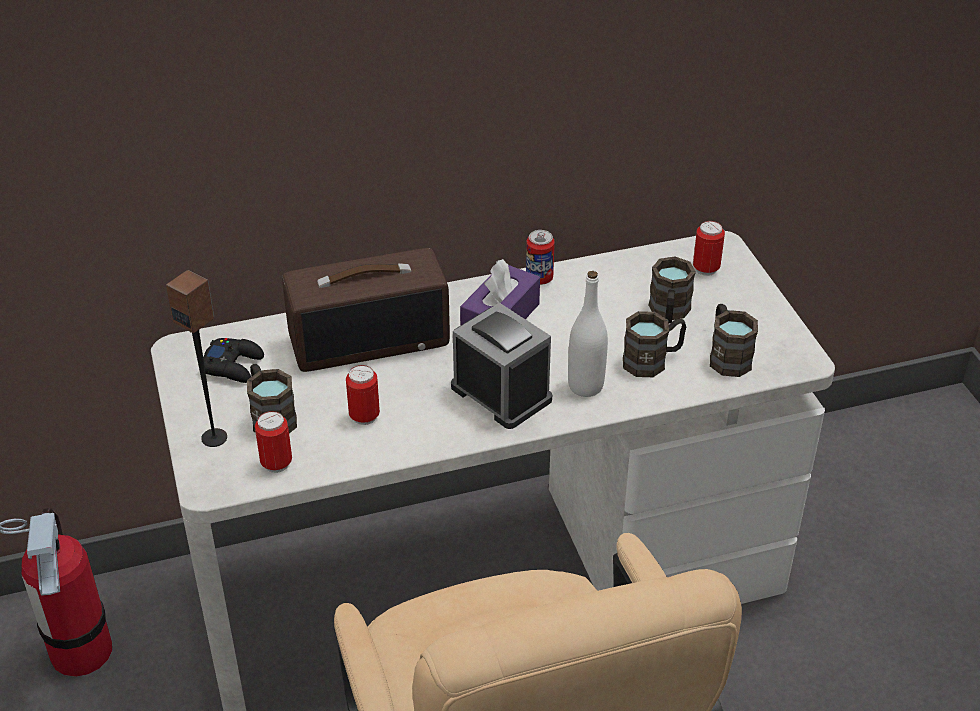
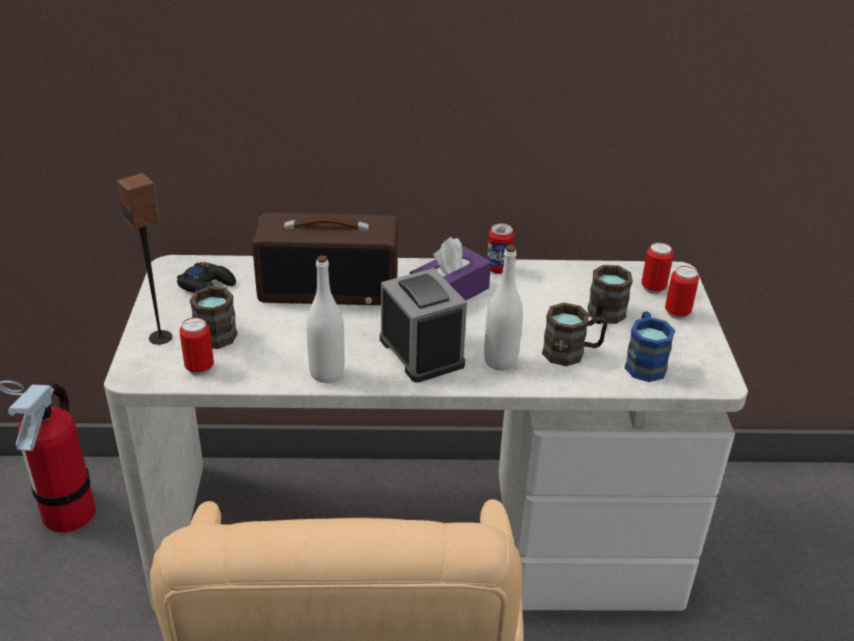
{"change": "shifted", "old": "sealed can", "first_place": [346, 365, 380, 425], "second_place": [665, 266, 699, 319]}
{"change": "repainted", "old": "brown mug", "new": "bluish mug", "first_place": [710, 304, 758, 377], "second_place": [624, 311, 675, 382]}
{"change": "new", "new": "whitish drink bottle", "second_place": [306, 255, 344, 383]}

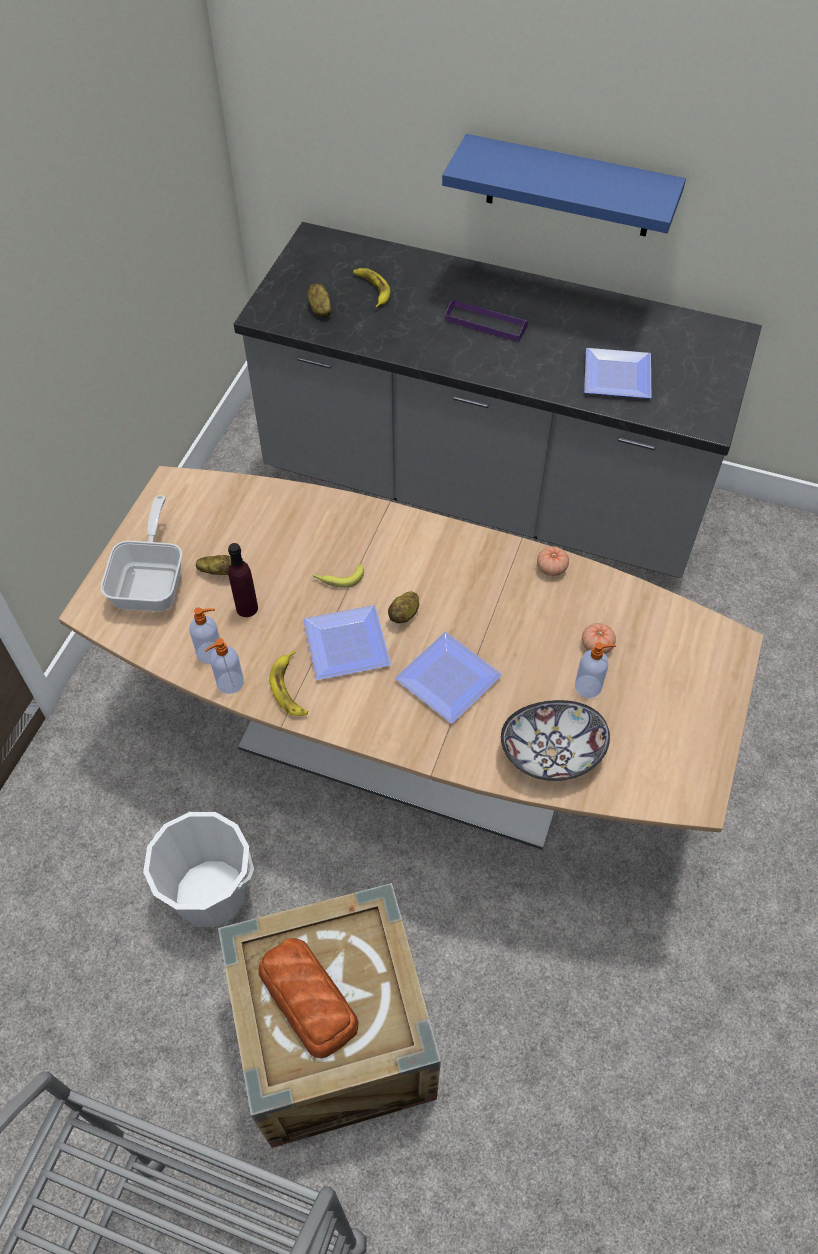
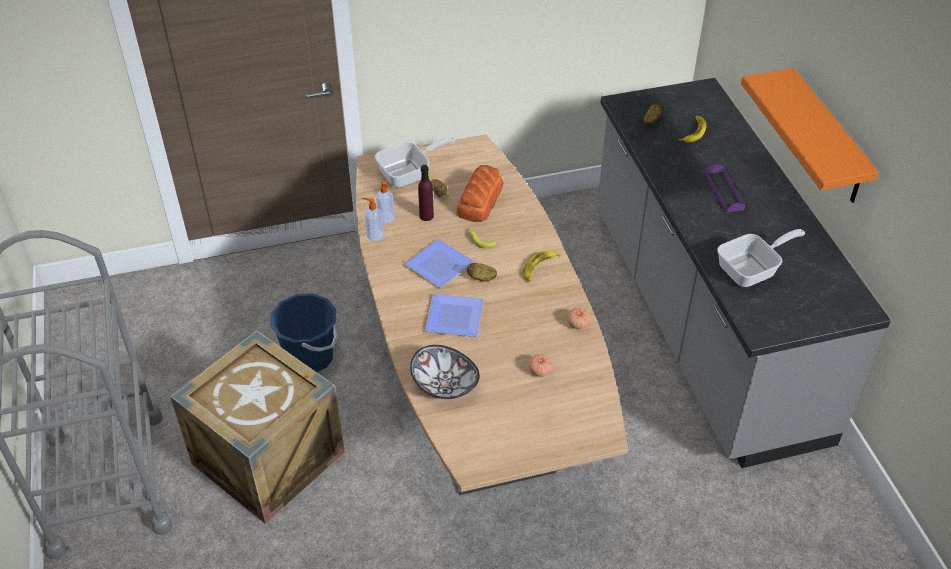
{"change": "repainted", "old": "whitish water bucket", "new": "bluish water bucket", "first_place": [143, 812, 254, 927], "second_place": [270, 294, 339, 372]}
{"change": "shifted", "old": "bakery bread", "first_place": [259, 938, 358, 1058], "second_place": [457, 165, 503, 222]}
{"change": "shifted", "old": "banana", "first_place": [269, 651, 308, 716], "second_place": [523, 251, 561, 282]}
{"change": "repainted", "old": "bluish shelf", "new": "orange-coloured shelf", "first_place": [442, 134, 686, 237], "second_place": [741, 68, 879, 203]}
{"change": "gone", "old": "soap bottle", "first_place": [575, 642, 616, 698]}
{"change": "swapped", "old": "flat dish", "new": "skillet", "first_place": [584, 348, 651, 398], "second_place": [717, 229, 805, 287]}

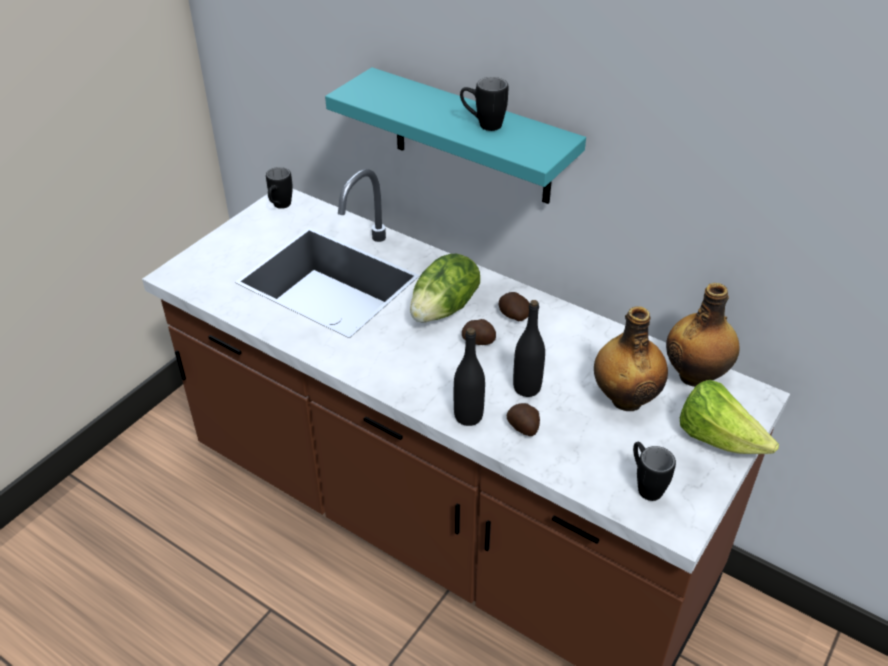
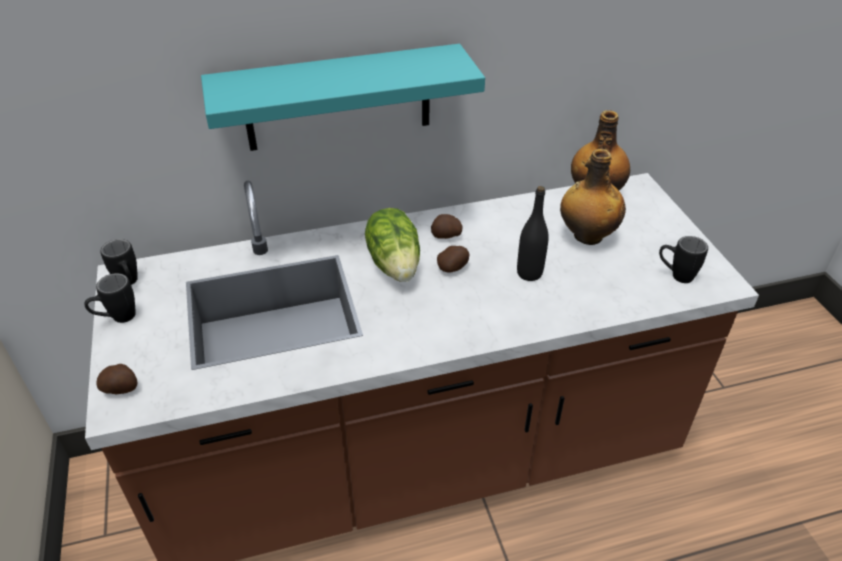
{"change": "gone", "old": "black drink bottle", "first_place": [454, 328, 485, 426]}
{"change": "shifted", "old": "black mug", "first_place": [460, 77, 508, 131], "second_place": [84, 273, 136, 323]}
{"change": "shifted", "old": "potato", "first_place": [507, 403, 540, 436], "second_place": [96, 364, 138, 394]}
{"change": "gone", "old": "head of lettuce", "first_place": [680, 380, 779, 454]}

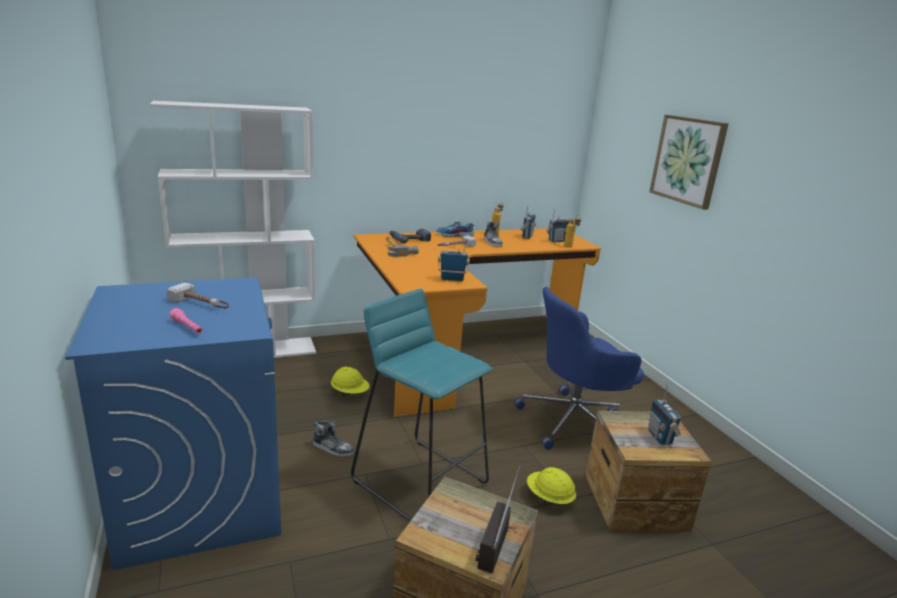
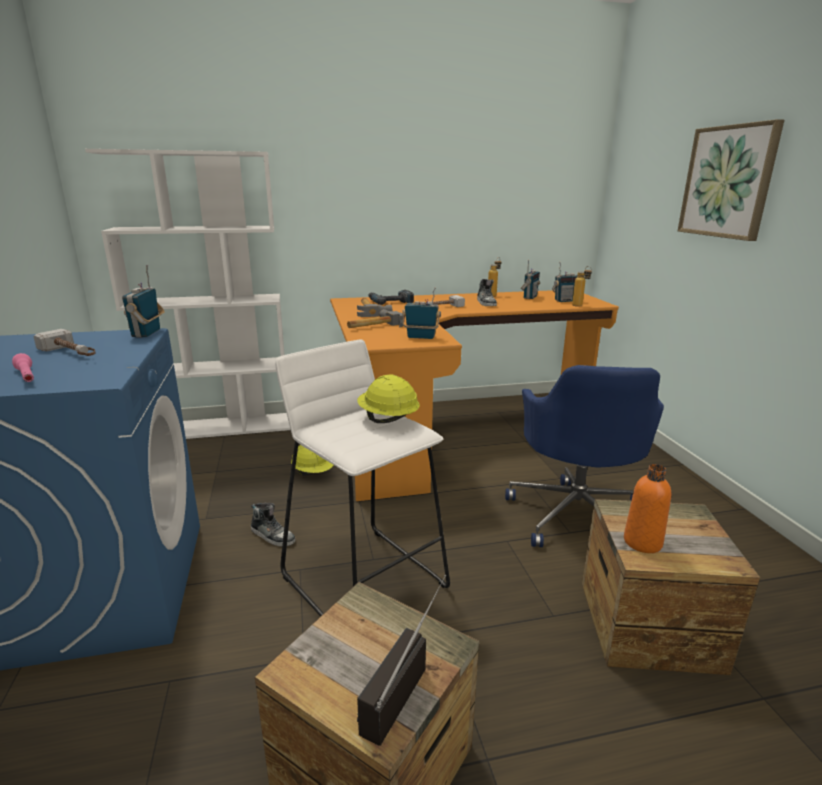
{"change": "repainted", "old": "turquoise stool", "new": "whitish stool", "first_place": [351, 289, 493, 521], "second_place": [275, 340, 450, 617]}
{"change": "gone", "old": "item of footwear", "first_place": [436, 221, 474, 237]}
{"change": "rotated", "old": "bluish computer chair", "first_place": [514, 287, 644, 450], "second_place": [505, 365, 664, 547], "degrees": -75}
{"change": "shifted", "old": "yellow hard hat", "first_place": [527, 467, 576, 505], "second_place": [357, 375, 420, 423]}
{"change": "shifted", "old": "radio set", "first_place": [648, 384, 681, 445], "second_place": [122, 265, 164, 337]}
{"change": "new", "new": "tool hammer", "second_place": [347, 309, 404, 328]}
{"change": "new", "new": "orange-coloured drink bottle", "second_place": [624, 464, 671, 553]}

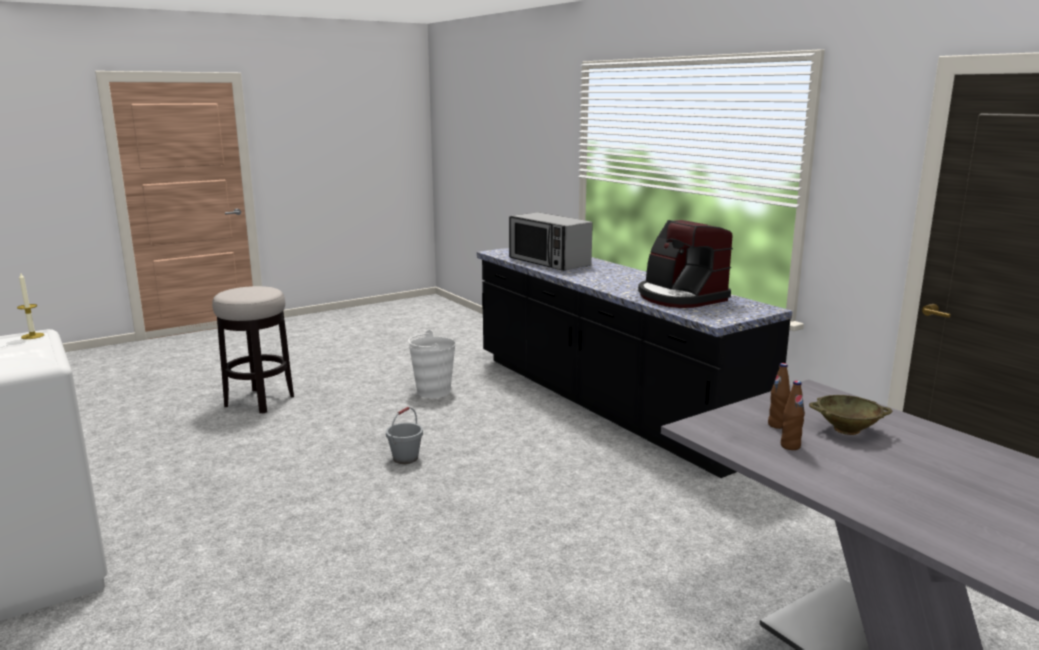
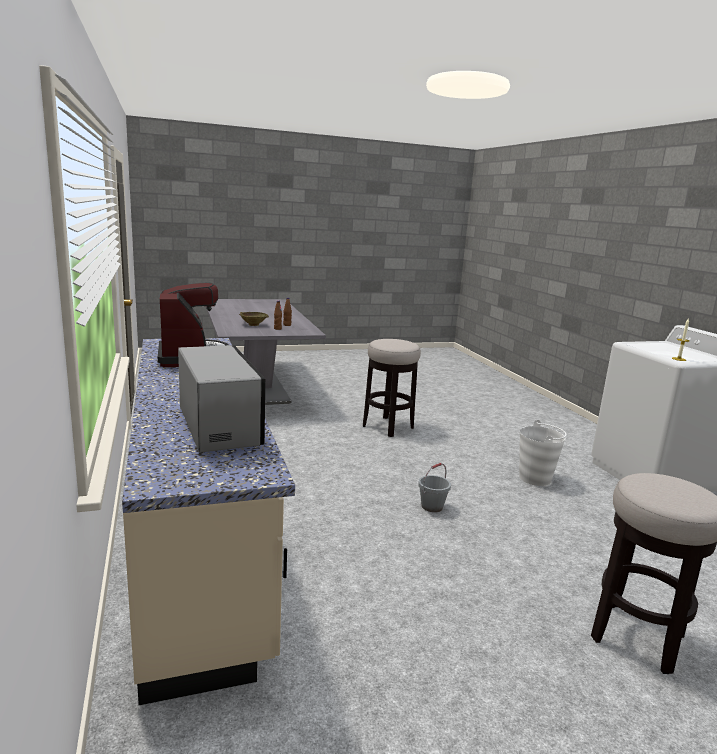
{"change": "shifted", "old": "whitish water bucket", "first_place": [408, 330, 455, 398], "second_place": [519, 420, 567, 486]}
{"change": "repainted", "old": "black kitchen base unit", "new": "sand-coloured kitchen base unit", "first_place": [477, 248, 793, 478], "second_place": [122, 338, 295, 705]}
{"change": "new", "new": "stool", "second_place": [363, 339, 421, 437]}

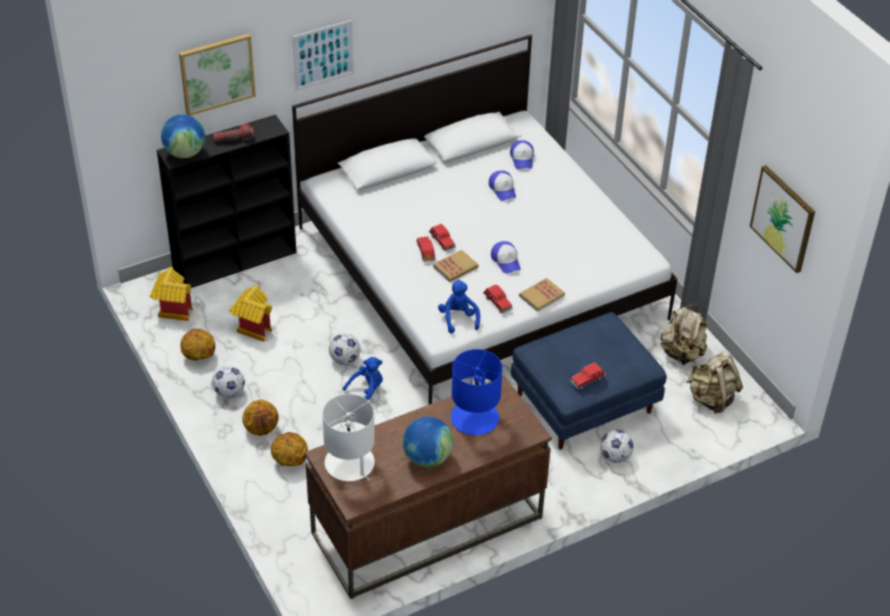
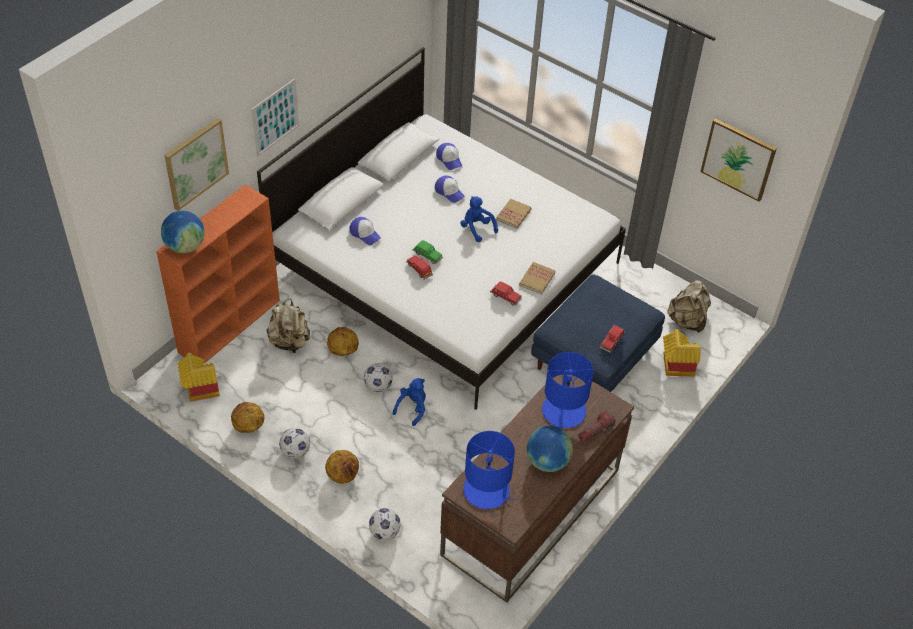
{"change": "repainted", "old": "black bookcase", "new": "orange-coloured bookcase", "first_place": [157, 115, 297, 288], "second_place": [156, 184, 280, 364]}
{"change": "shifted", "old": "hand torch", "first_place": [213, 123, 254, 142], "second_place": [578, 411, 616, 442]}
{"change": "shifted", "old": "toy house", "first_place": [229, 285, 272, 342], "second_place": [663, 329, 701, 377]}
{"change": "shifted", "old": "basketball ball", "first_place": [271, 432, 308, 466], "second_place": [327, 327, 358, 356]}
{"change": "repainted", "old": "whitish tabletop lamp", "new": "bluish tabletop lamp", "first_place": [322, 394, 375, 481], "second_place": [463, 431, 515, 509]}
{"change": "repainted", "old": "reddish model car", "new": "green model car", "first_place": [429, 224, 456, 251], "second_place": [412, 240, 443, 264]}
{"change": "shifted", "old": "book", "first_place": [433, 250, 478, 282], "second_place": [496, 199, 532, 229]}
{"change": "shifted", "old": "bluish cuddly toy", "first_place": [438, 280, 480, 334], "second_place": [460, 196, 498, 242]}
{"change": "shifted", "old": "peaked cap", "first_place": [491, 241, 521, 274], "second_place": [349, 217, 381, 245]}
{"change": "shifted", "old": "football", "first_place": [600, 430, 633, 463], "second_place": [369, 508, 401, 540]}
{"change": "shifted", "old": "sand-coloured backpack", "first_place": [661, 304, 707, 365], "second_place": [267, 299, 310, 353]}

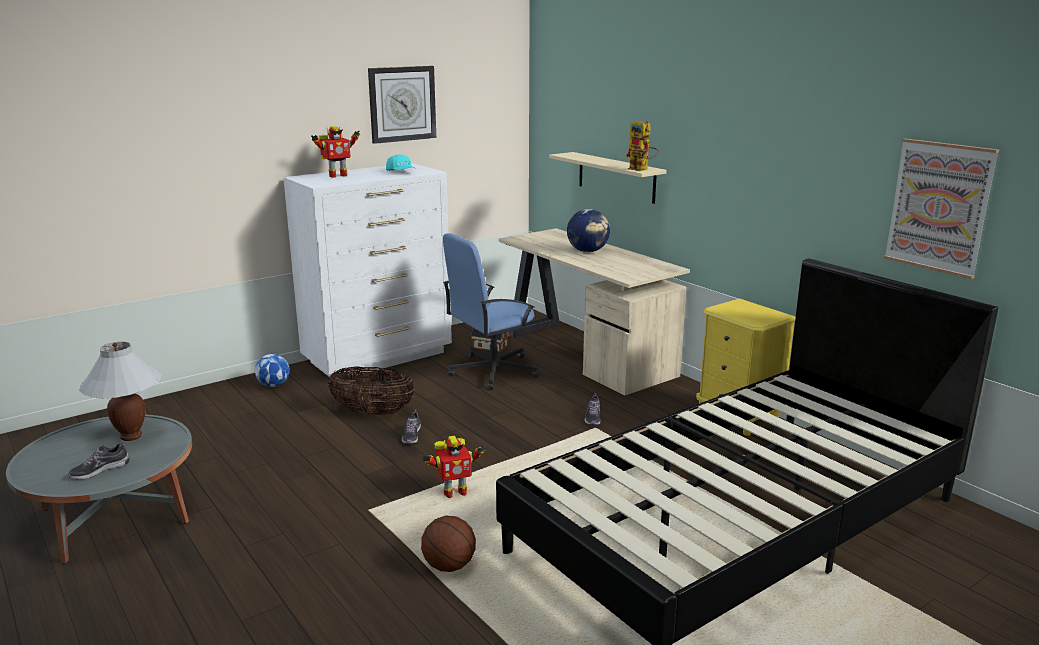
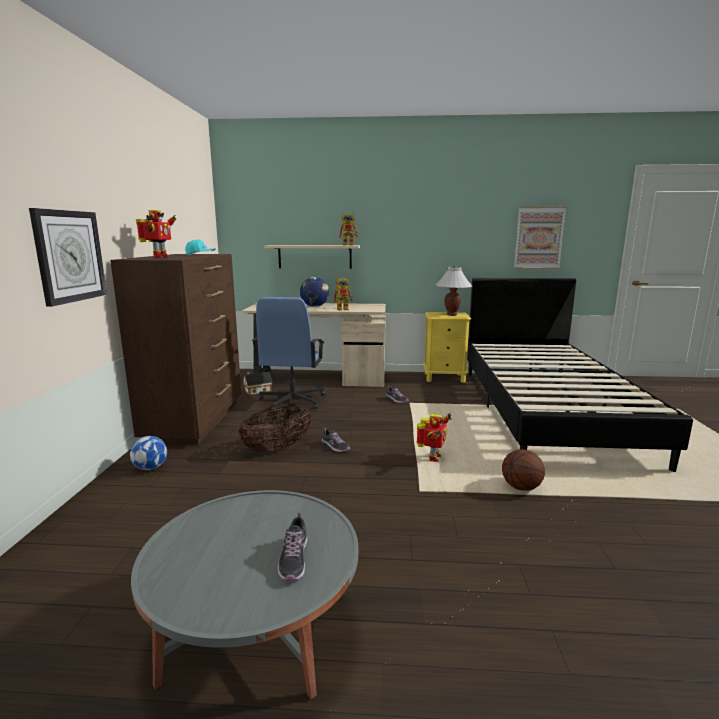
{"change": "shifted", "old": "whitish tabletop lamp", "first_place": [79, 341, 162, 441], "second_place": [435, 265, 472, 316]}
{"change": "repainted", "old": "whitish chest of drawers", "new": "brown chest of drawers", "first_place": [283, 163, 452, 380], "second_place": [110, 254, 241, 445]}
{"change": "shifted", "old": "wall clock", "first_place": [368, 66, 436, 144], "second_place": [29, 208, 107, 307]}
{"change": "new", "new": "robot figure", "second_place": [333, 277, 353, 310]}

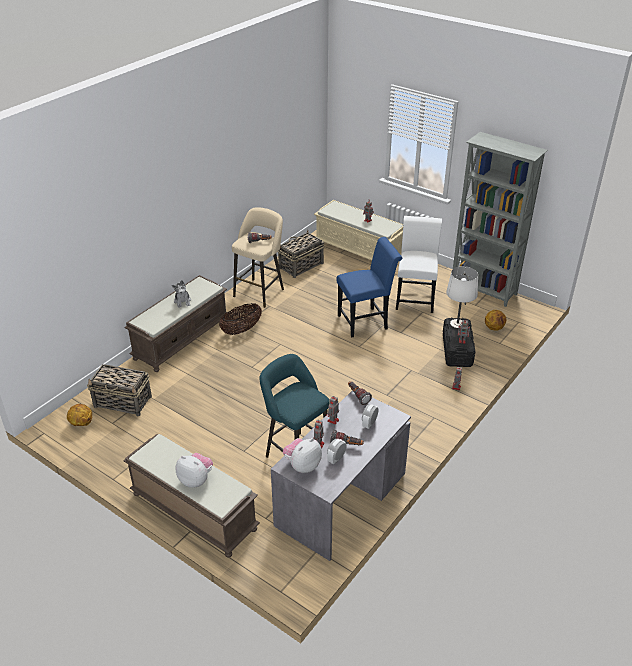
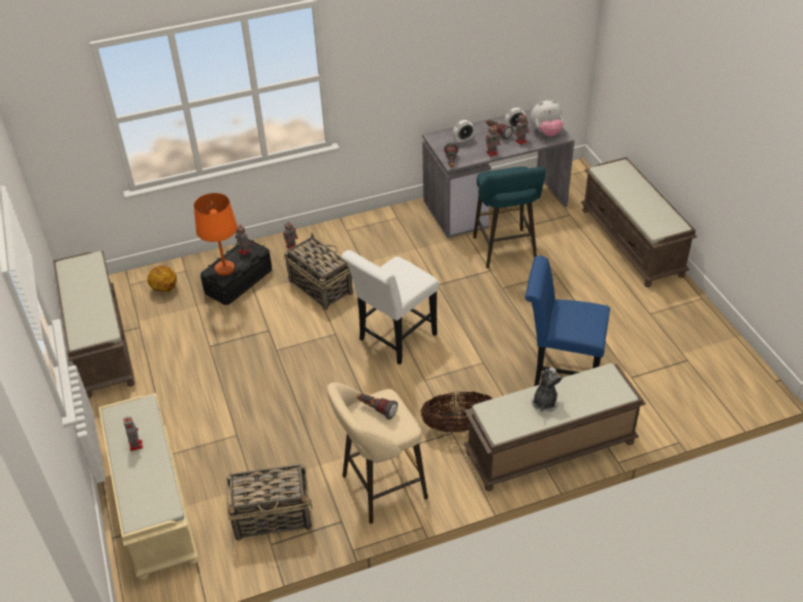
{"change": "gone", "old": "basketball ball", "first_place": [67, 404, 92, 426]}
{"change": "shifted", "old": "storage basket", "first_place": [87, 364, 152, 416], "second_place": [284, 233, 353, 310]}
{"change": "gone", "old": "cuddly toy", "first_place": [176, 453, 213, 488]}
{"change": "shifted", "old": "bluish plain chair", "first_place": [336, 237, 402, 337], "second_place": [525, 256, 610, 386]}
{"change": "shifted", "old": "whitish plain chair", "first_place": [396, 216, 442, 313], "second_place": [341, 250, 439, 365]}
{"change": "repainted", "old": "whitish tabletop lamp", "new": "orange-coloured tabletop lamp", "first_place": [446, 266, 478, 330], "second_place": [194, 193, 237, 275]}
{"change": "swapped", "old": "gray bookcase", "new": "brown indoor bench", "first_place": [453, 132, 548, 307], "second_place": [53, 251, 135, 398]}

